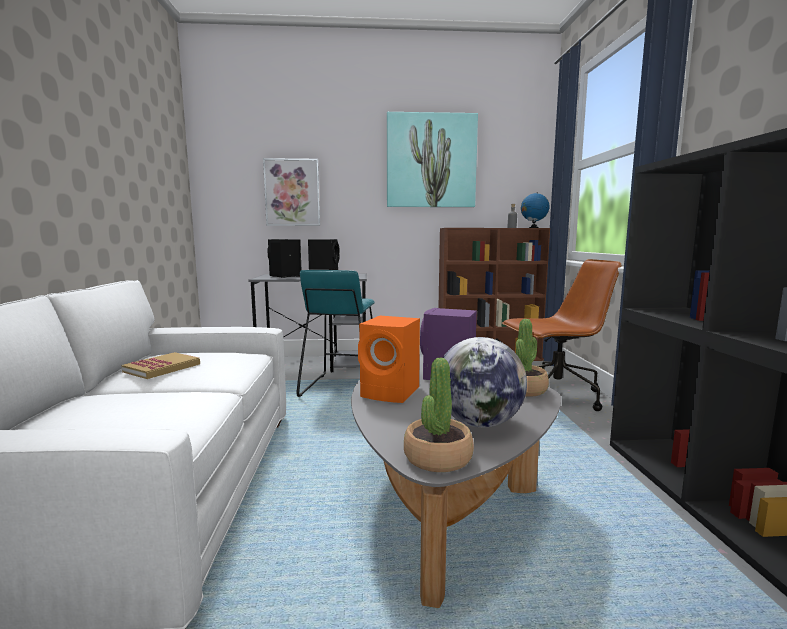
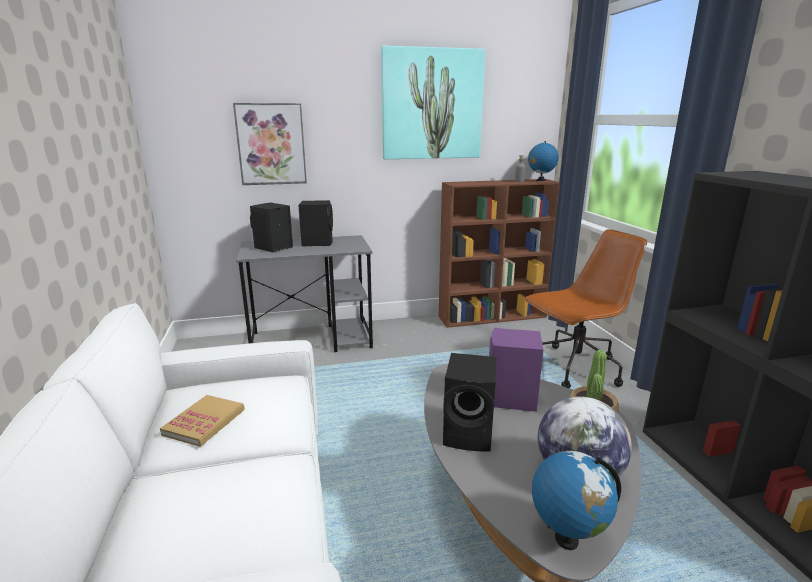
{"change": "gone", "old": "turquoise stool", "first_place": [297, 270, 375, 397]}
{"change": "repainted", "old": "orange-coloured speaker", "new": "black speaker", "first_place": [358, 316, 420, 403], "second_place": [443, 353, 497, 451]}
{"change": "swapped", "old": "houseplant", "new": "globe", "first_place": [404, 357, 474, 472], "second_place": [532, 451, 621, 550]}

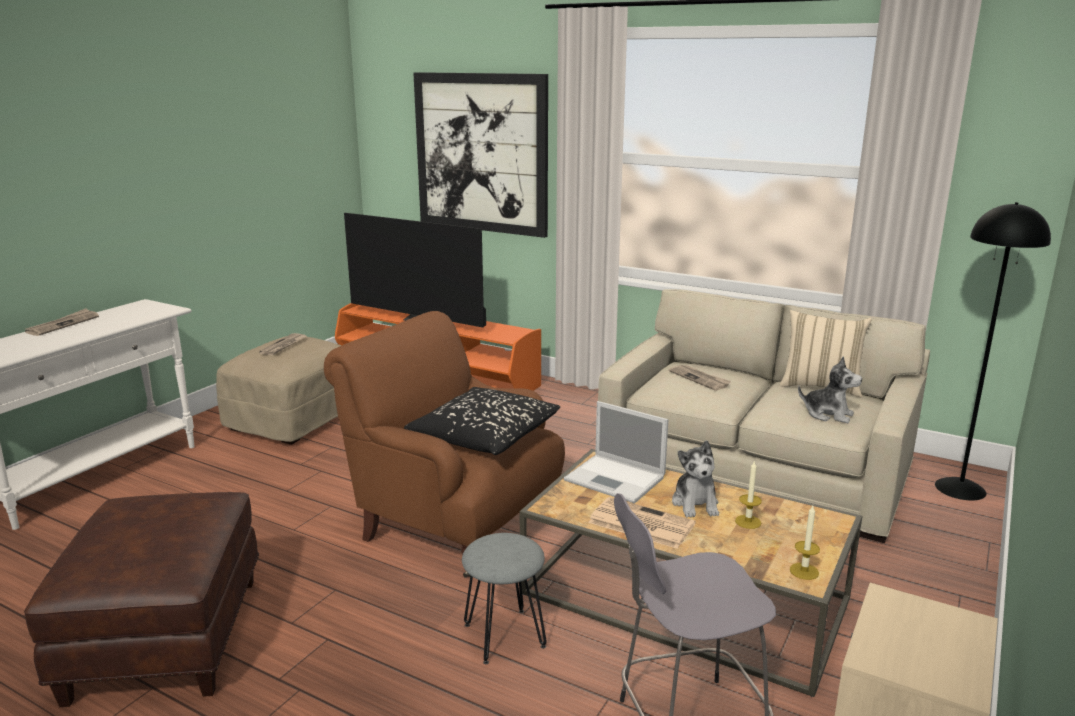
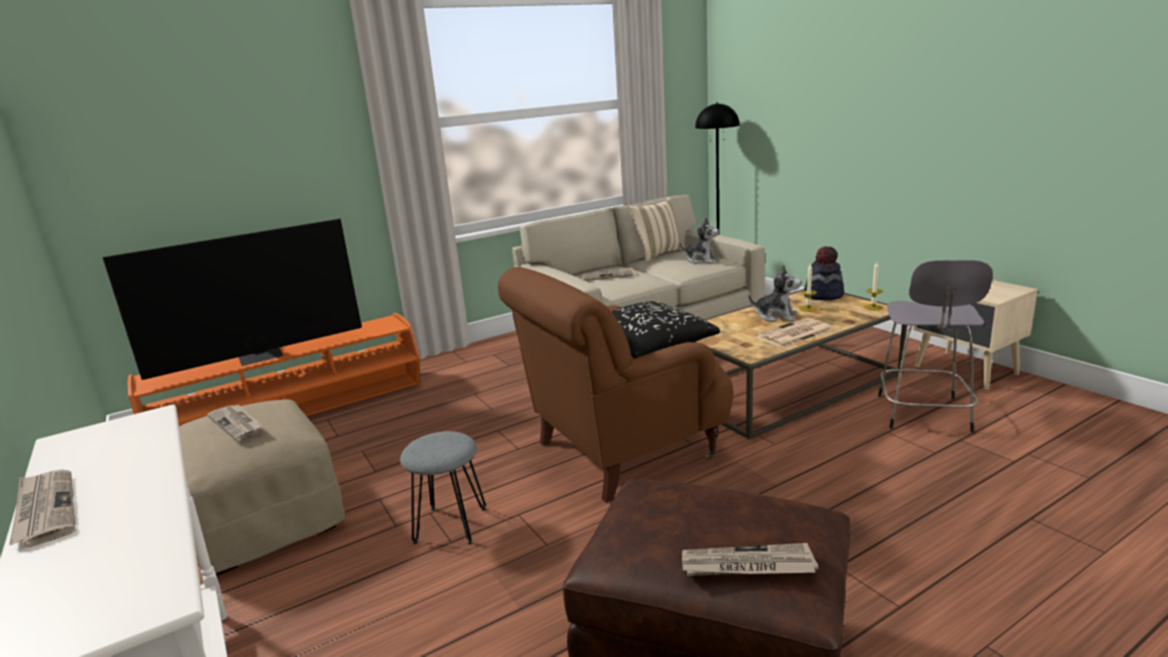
{"change": "gone", "old": "wall picture", "first_place": [413, 72, 548, 238]}
{"change": "shifted", "old": "gray stool", "first_place": [462, 533, 547, 664], "second_place": [400, 431, 486, 545]}
{"change": "gone", "old": "laptop", "first_place": [564, 401, 668, 504]}
{"change": "rotated", "old": "cuddly toy", "first_place": [798, 357, 862, 423], "second_place": [680, 217, 719, 264], "degrees": 60}
{"change": "new", "new": "daily paper", "second_place": [682, 543, 819, 576]}
{"change": "new", "new": "hat", "second_place": [803, 246, 844, 301]}

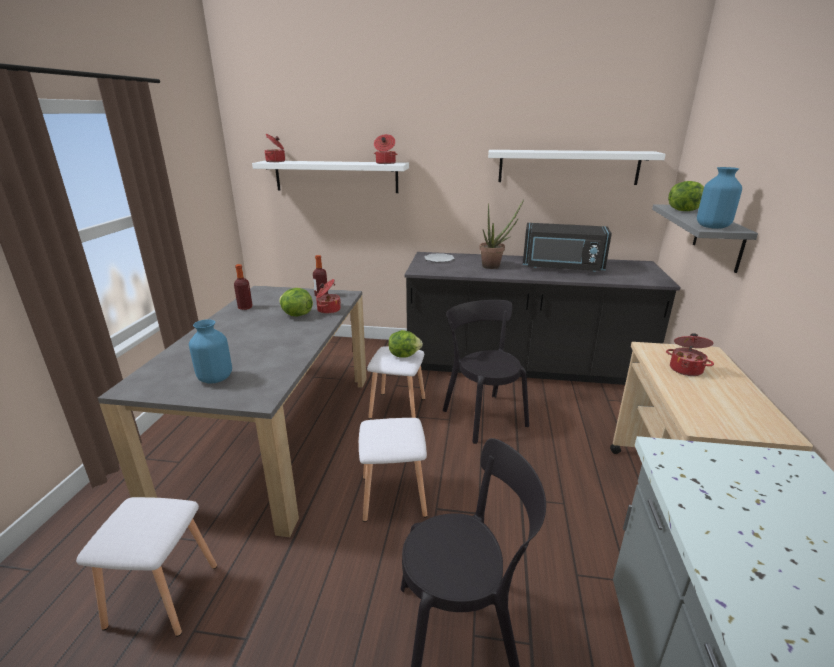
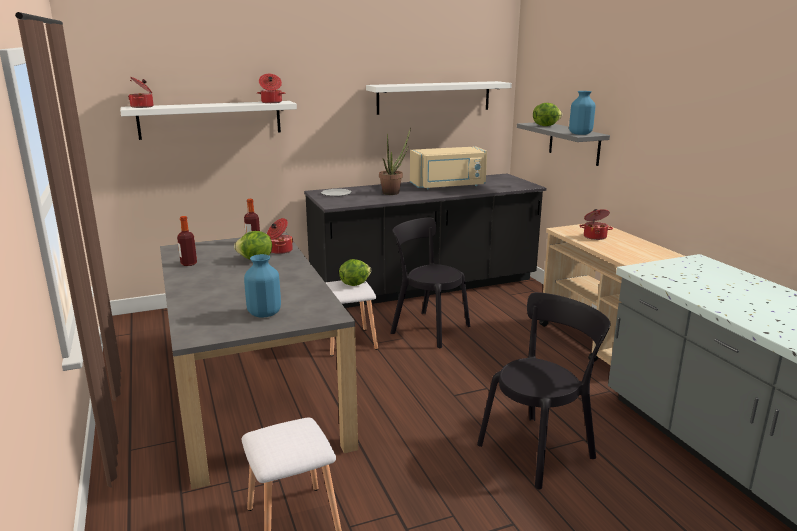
{"change": "gone", "old": "whitish stool", "first_place": [359, 418, 427, 522]}
{"change": "repainted", "old": "black microwave oven", "new": "sand-coloured microwave oven", "first_place": [523, 223, 612, 272], "second_place": [410, 146, 487, 189]}

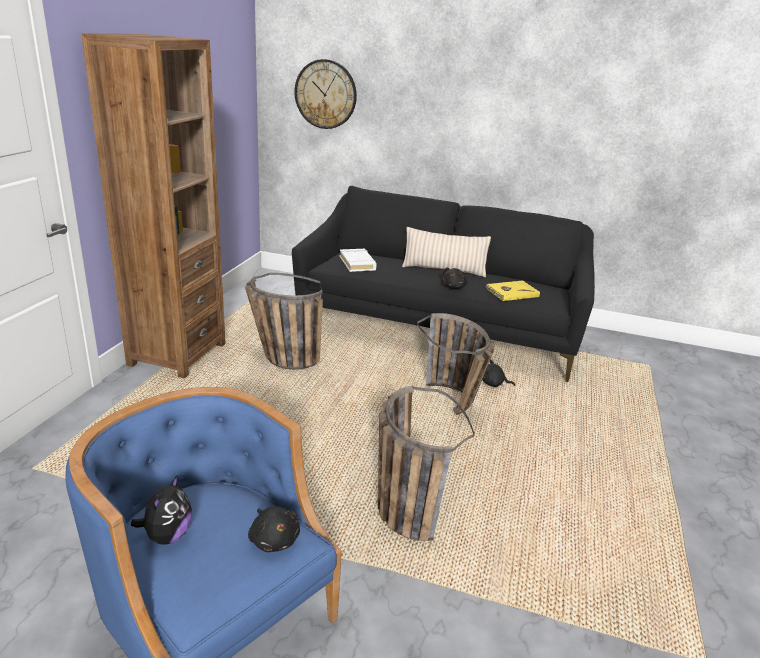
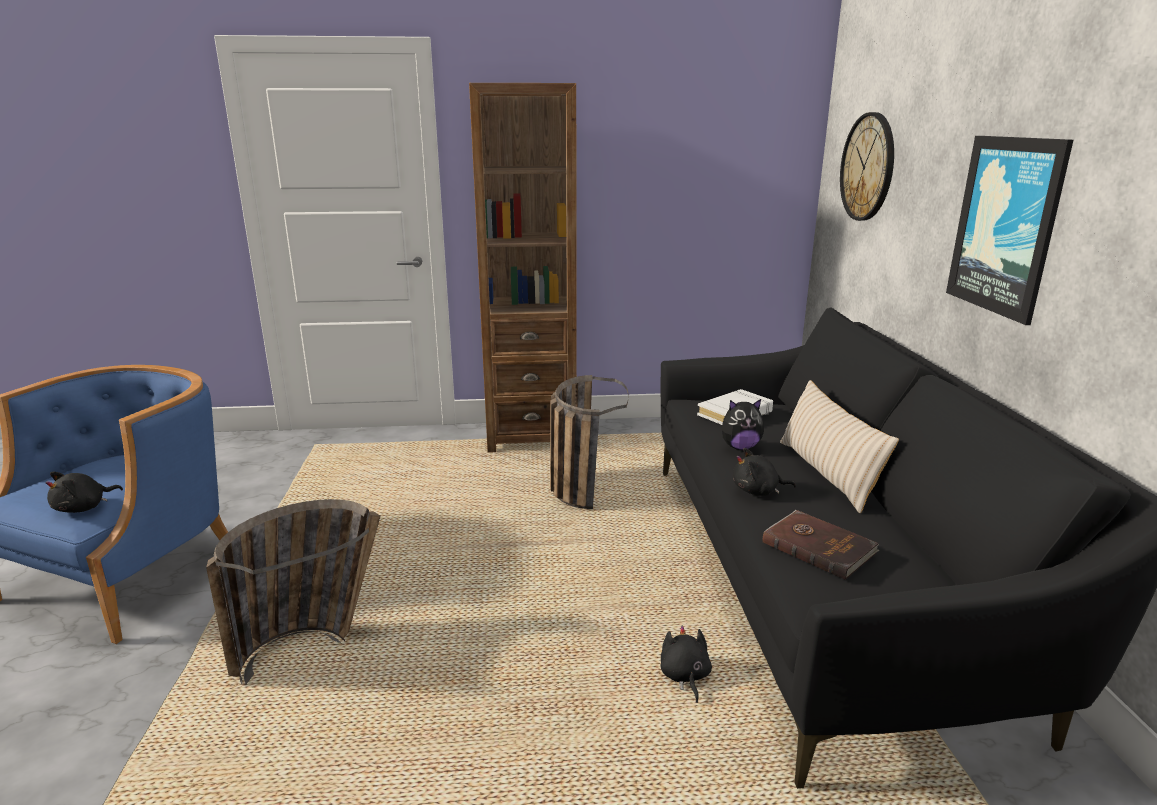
{"change": "shifted", "old": "cuddly toy", "first_place": [131, 475, 192, 545], "second_place": [722, 399, 764, 450]}
{"change": "gone", "old": "storage basket", "first_place": [417, 313, 494, 415]}
{"change": "repainted", "old": "yellow book", "new": "brown book", "first_place": [485, 281, 540, 301], "second_place": [762, 510, 879, 580]}
{"change": "new", "new": "wall picture", "second_place": [946, 136, 1073, 325]}

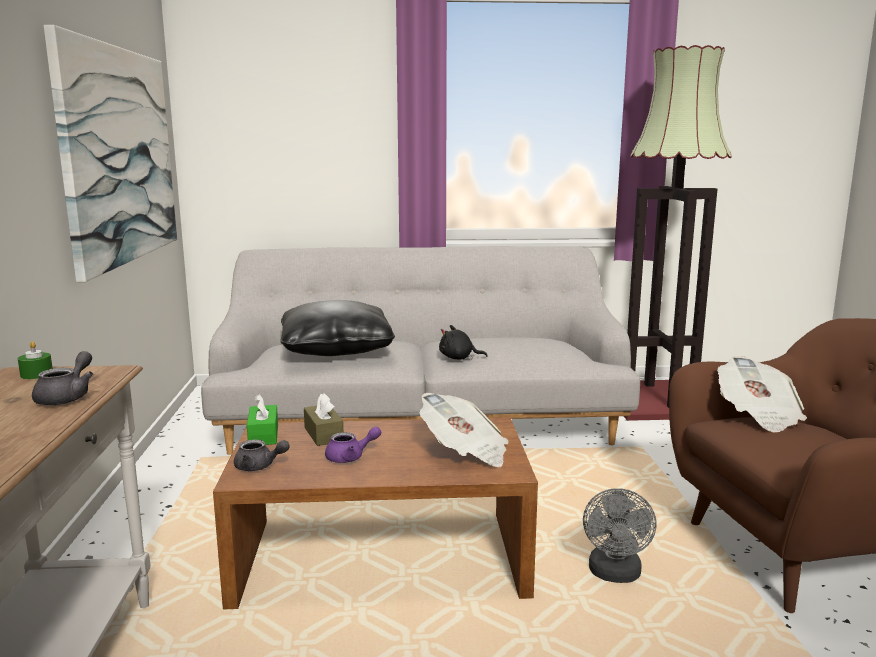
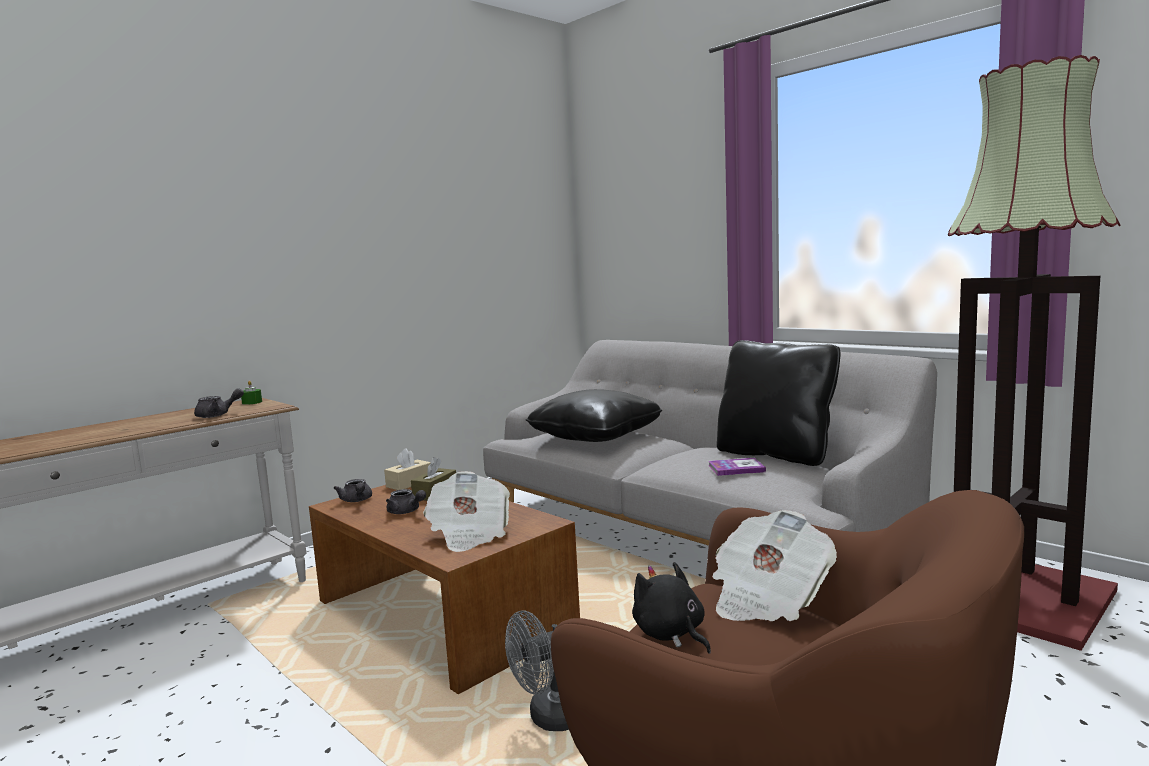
{"change": "gone", "old": "wall picture", "first_place": [43, 25, 177, 282]}
{"change": "repainted", "old": "green tissue holder", "new": "sand-coloured tissue holder", "first_place": [247, 394, 278, 445], "second_place": [384, 448, 431, 490]}
{"change": "repainted", "old": "purplish teapot", "new": "gray teapot", "first_place": [325, 426, 381, 463], "second_place": [386, 489, 426, 514]}
{"change": "shifted", "old": "black cuddly toy", "first_place": [439, 325, 488, 360], "second_place": [632, 562, 711, 654]}
{"change": "new", "new": "book", "second_place": [709, 458, 766, 476]}
{"change": "new", "new": "black pillow", "second_place": [717, 340, 840, 466]}

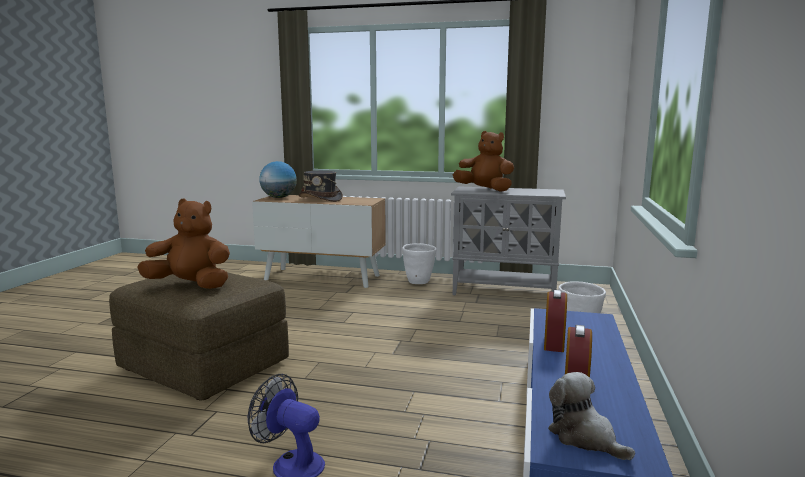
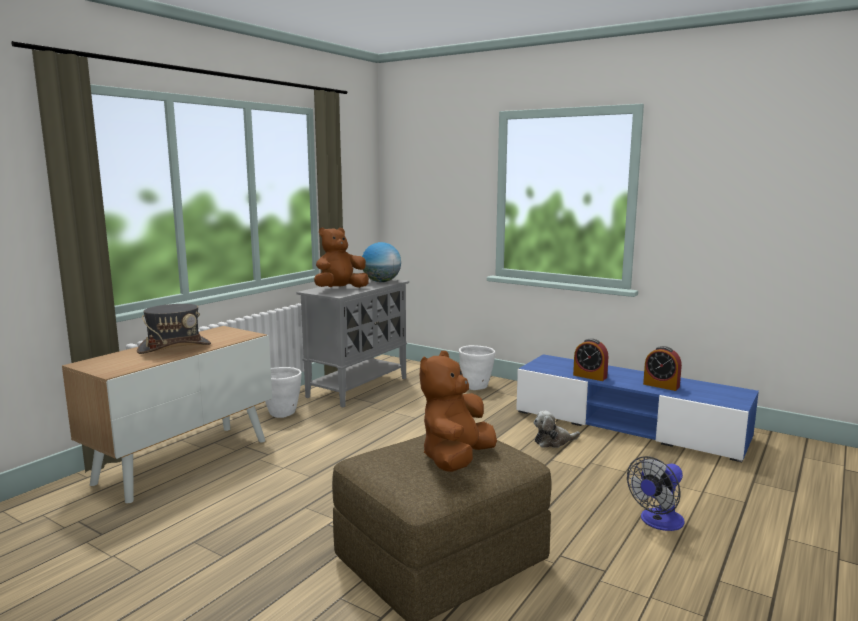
{"change": "shifted", "old": "globe", "first_place": [259, 161, 297, 198], "second_place": [362, 242, 401, 282]}
{"change": "shifted", "old": "cuddly toy", "first_place": [548, 372, 635, 460], "second_place": [534, 411, 580, 448]}

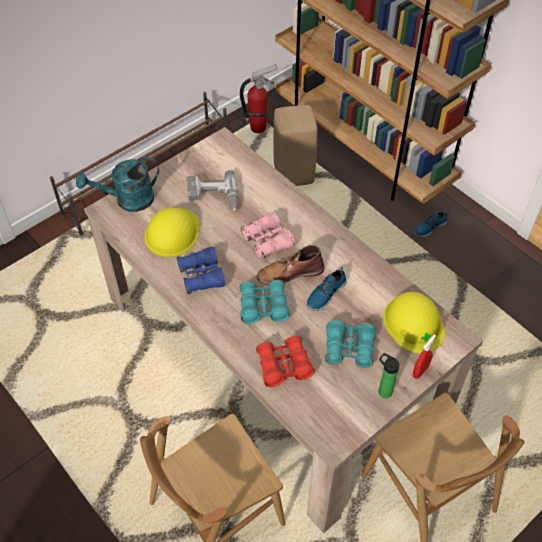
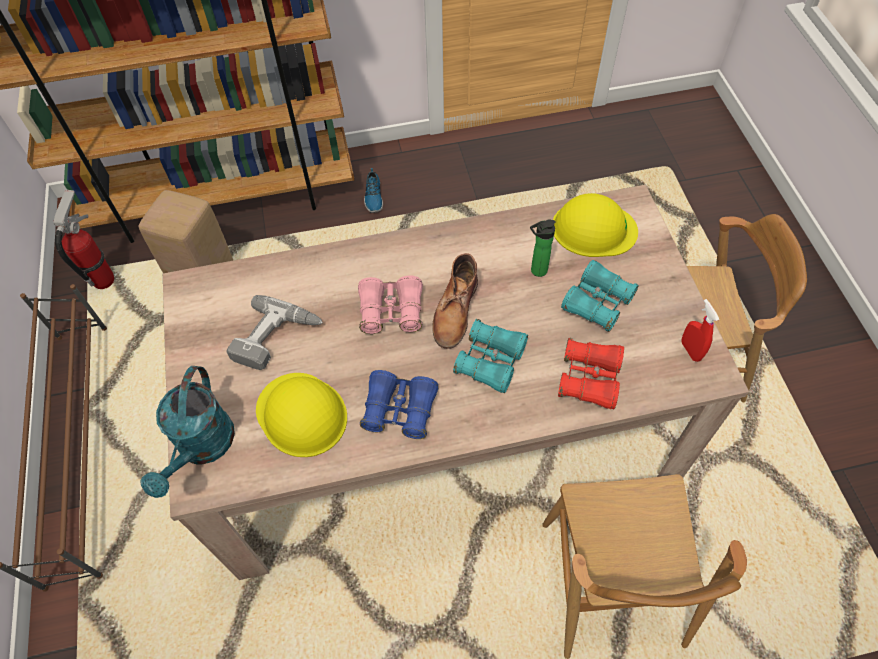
{"change": "gone", "old": "item of footwear", "first_place": [306, 267, 346, 311]}
{"change": "shifted", "old": "drink bottle", "first_place": [379, 353, 400, 398], "second_place": [530, 219, 556, 277]}
{"change": "shifted", "old": "reddish sprayer", "first_place": [413, 335, 436, 379], "second_place": [681, 299, 719, 362]}

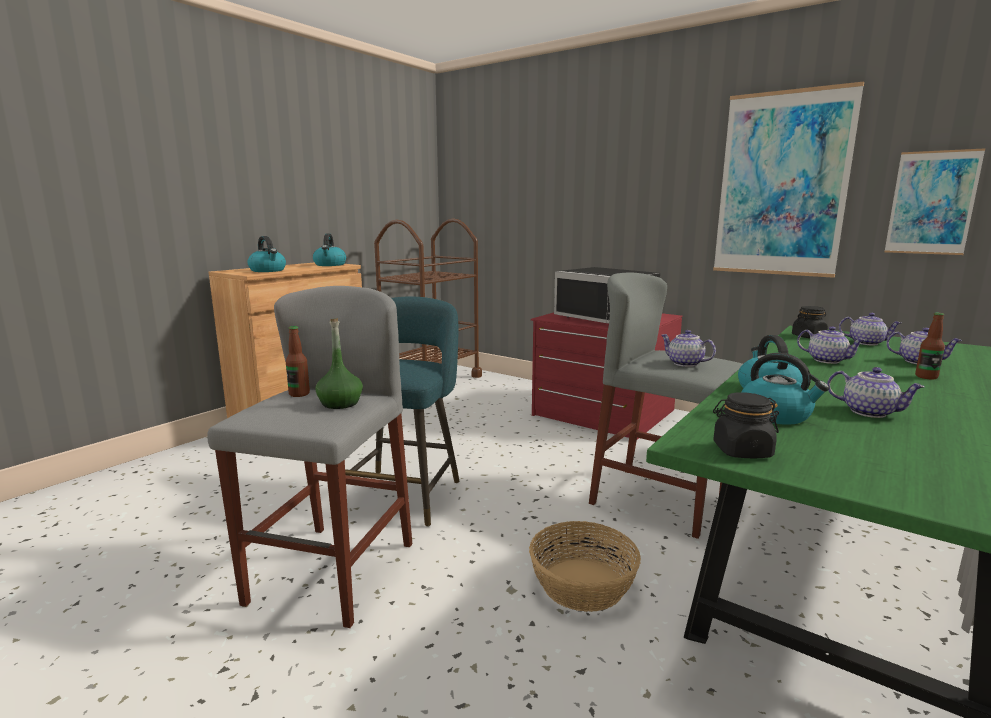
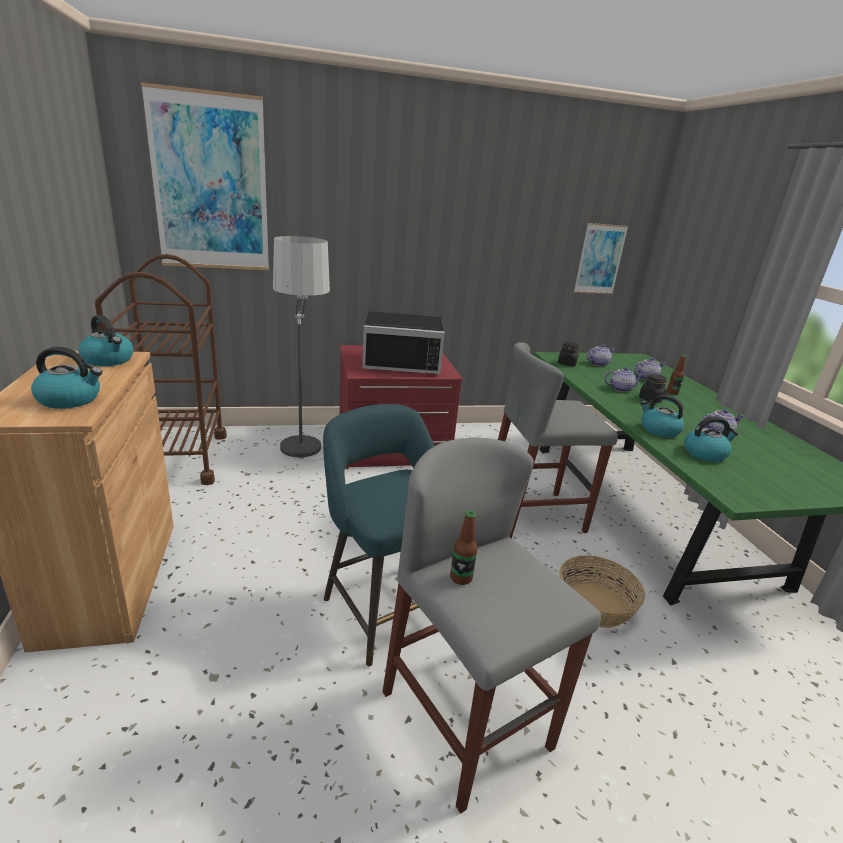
{"change": "gone", "old": "green drink bottle", "first_place": [315, 318, 363, 409]}
{"change": "gone", "old": "teapot", "first_place": [661, 330, 716, 367]}
{"change": "shifted", "old": "wall picture", "first_place": [713, 81, 864, 278], "second_place": [141, 82, 269, 270]}
{"change": "shifted", "old": "black storage jar", "first_place": [713, 392, 779, 458], "second_place": [639, 374, 667, 403]}
{"change": "new", "new": "standard lamp", "second_place": [273, 236, 331, 461]}

